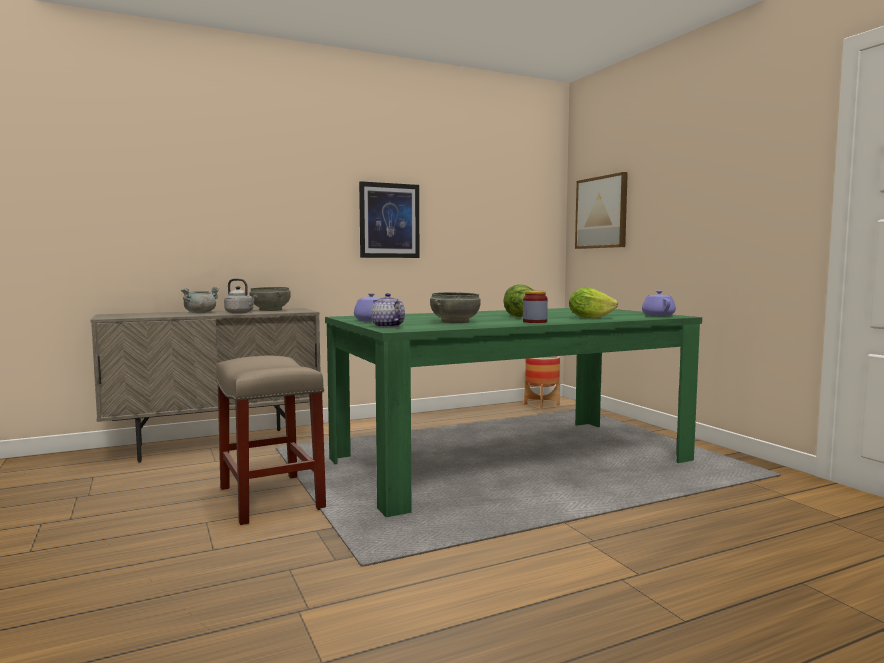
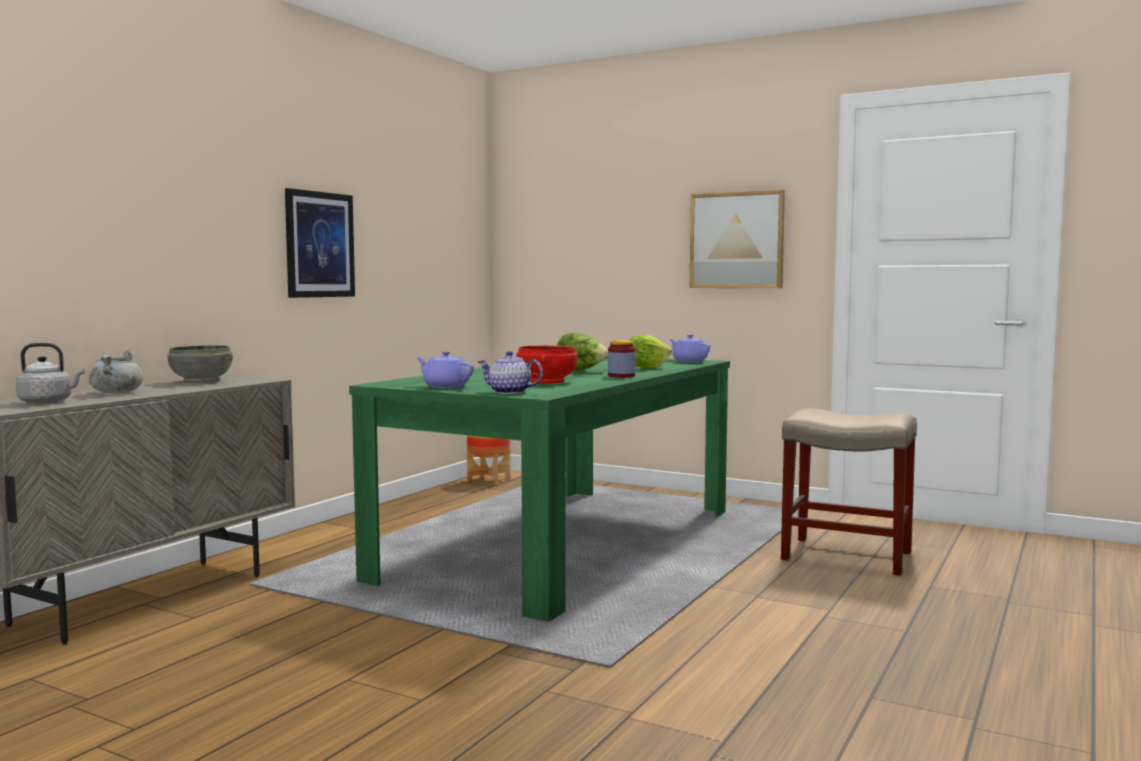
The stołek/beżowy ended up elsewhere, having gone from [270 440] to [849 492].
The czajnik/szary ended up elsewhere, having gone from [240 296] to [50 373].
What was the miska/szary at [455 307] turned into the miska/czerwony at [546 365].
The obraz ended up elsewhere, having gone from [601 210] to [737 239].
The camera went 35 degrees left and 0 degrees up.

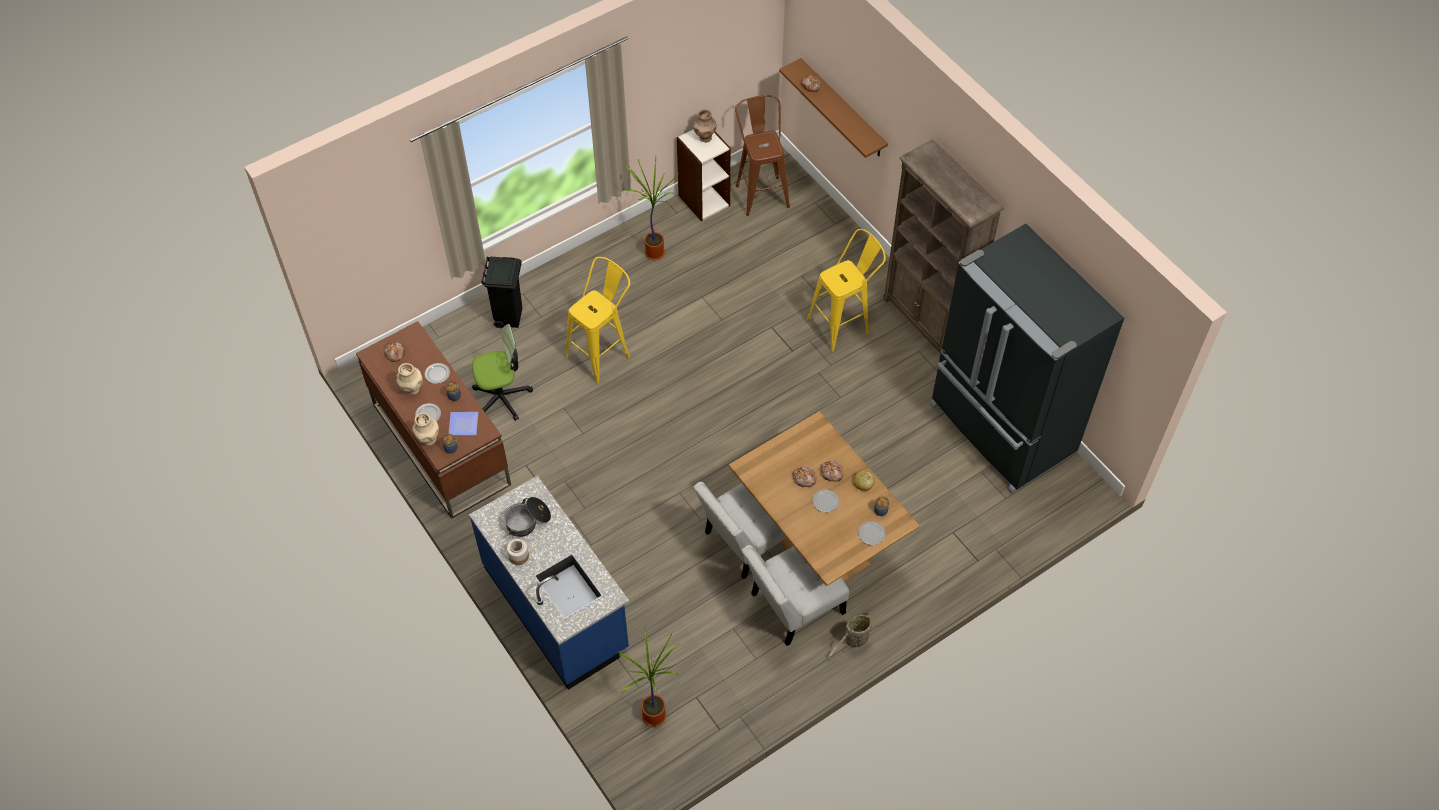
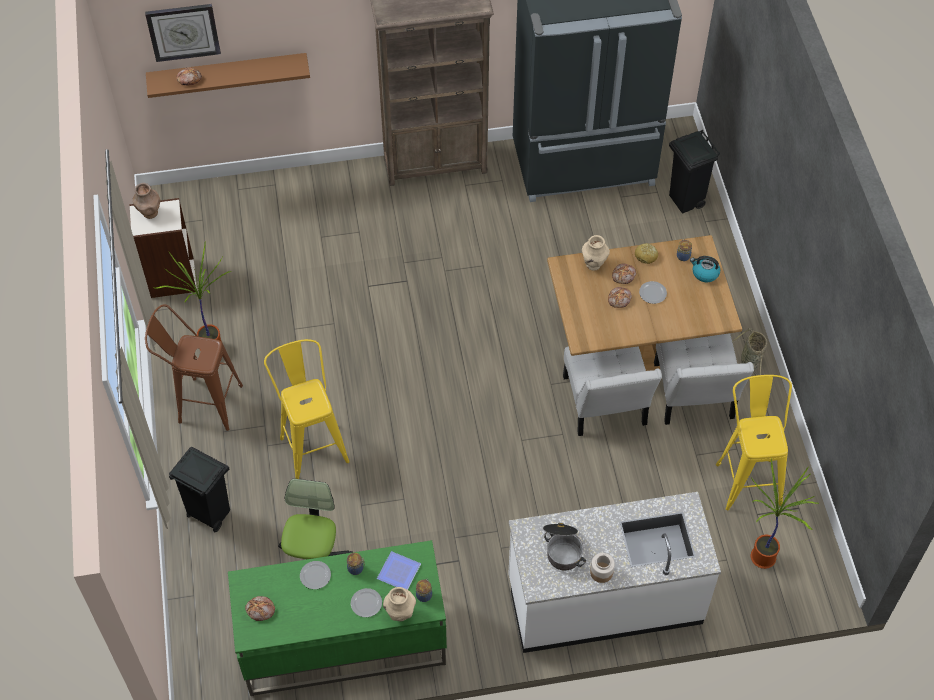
What was the biurko/brązowy at [433 420] turned into the biurko/zielony at [337 618].
The wazon/beżowy ended up elsewhere, having gone from [409 379] to [596 253].
What was the zabudowa kuchenna/niebieski at [549 583] turned into the zabudowa kuchenna/biały at [614 572].
The stołek/brązowy ended up elsewhere, having gone from [762 155] to [194 367].
The stołek/żółty ended up elsewhere, having gone from [846 290] to [754 442].
Where the talerz stood at [872 533], the czajnik came to stand at [705 269].
The second view gained the zegar ścienny at [183 33].
The second view gained the kosz na śmieci/czarny at [694 171].
The camera went 65 degrees left and 0 degrees up.

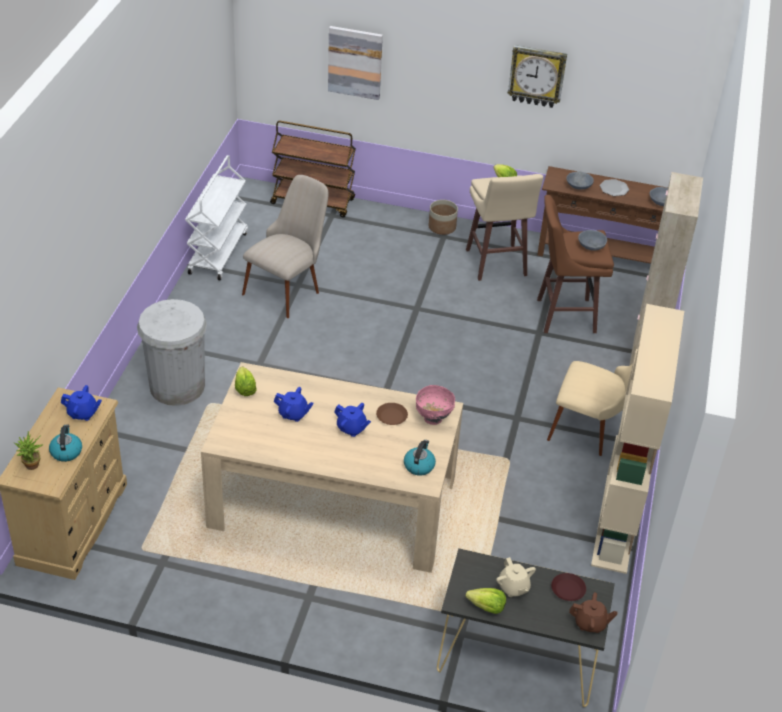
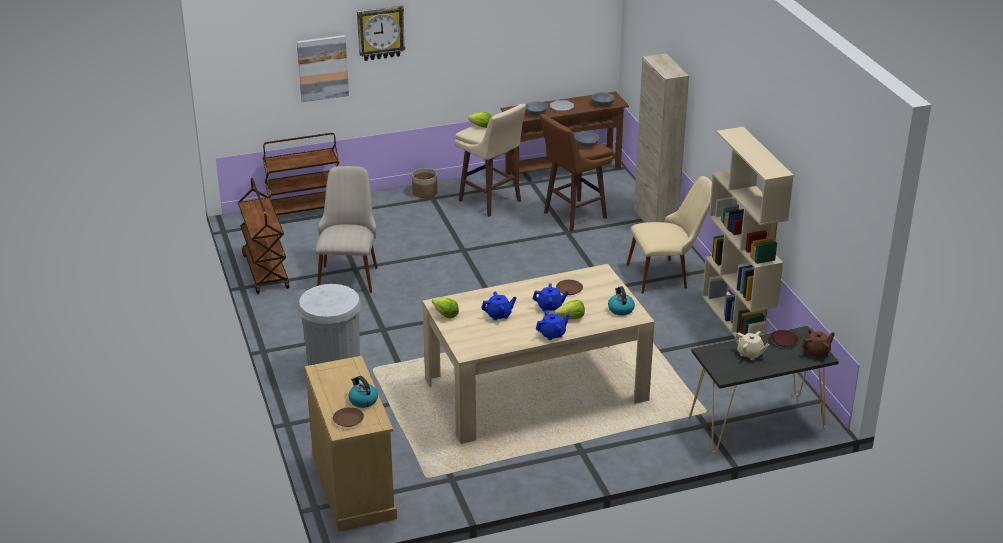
Where the roślina doniczkowa stood at [29 450], the talerz/brązowy came to stand at [348 417].
The imbryk/niebieski ended up elsewhere, having gone from [81 403] to [553 325].
What was the wózek/biały at [216 218] turned into the wózek/brązowy at [263 236].
The second view lost the miska/różowy at [435 405].
The sałata ended up elsewhere, having gone from [485 601] to [569 309].
The zegar ścienny ended up elsewhere, having gone from [537 76] to [381 33].
The camera went 30 degrees left and 10 degrees down.

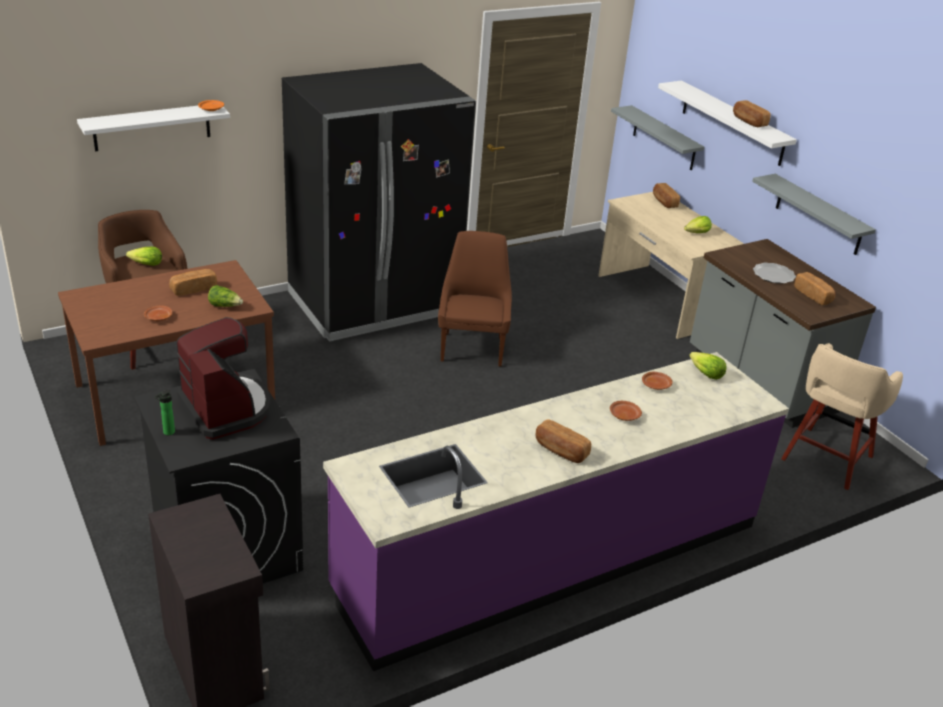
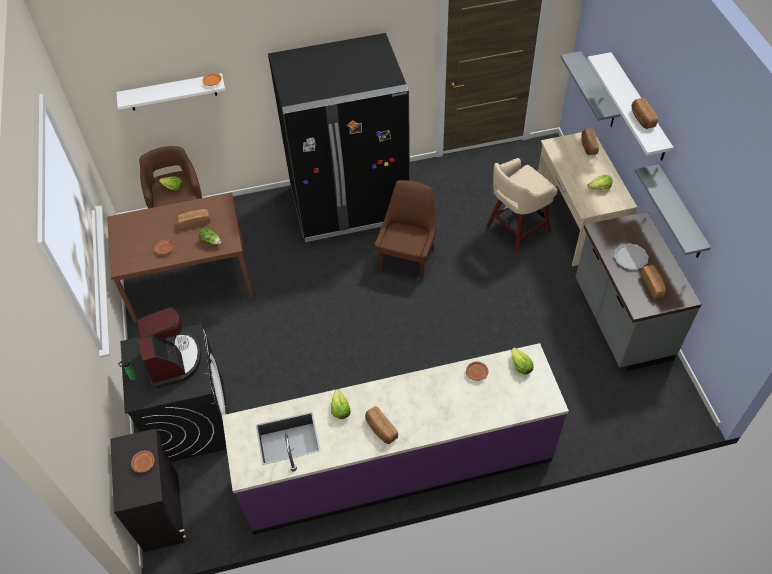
The talerz/brązowy ended up elsewhere, having gone from [626 411] to [143 462].
The stołek/beżowy ended up elsewhere, having gone from [842 416] to [522 206].
The second view gained the sałata at [341 404].
The camera went 20 degrees right and 20 degrees up.

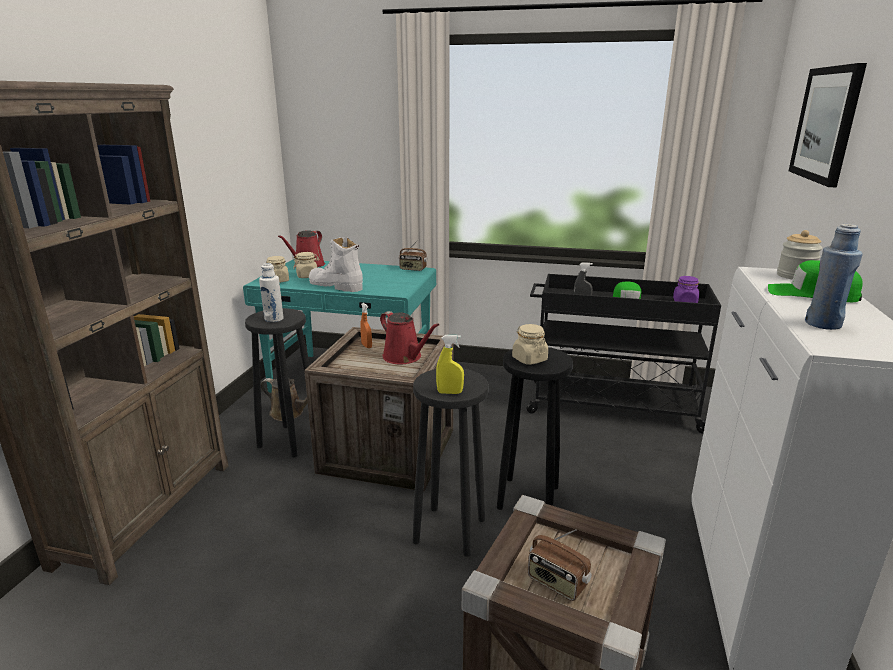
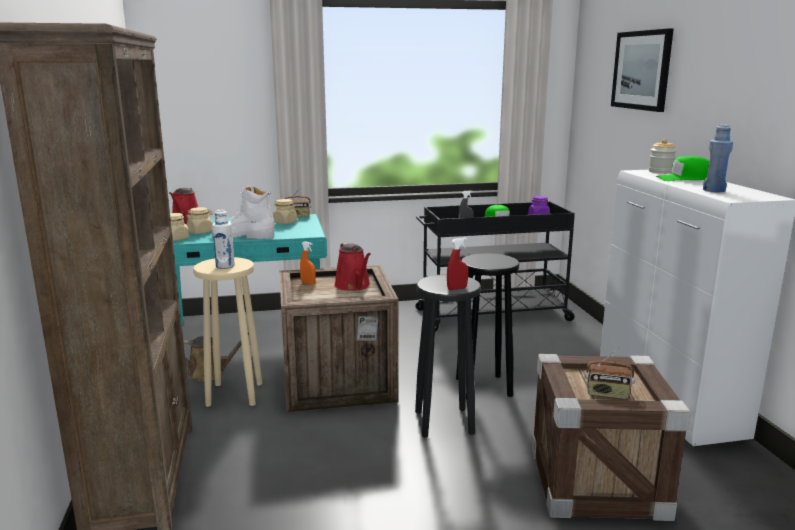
What was the stołek/czarny at [277 382] turned into the stołek/beżowy at [227 332].
The konewka/czerwony at [410 337] ended up facing another way, 45 degrees clockwise from before.
What was the spryskiwacz/żółty at [450 364] turned into the spryskiwacz/czerwony at [457 264].
The słoik/beżowy ended up elsewhere, having gone from [530 344] to [285 211].
The camera went 25 degrees left and 5 degrees down.

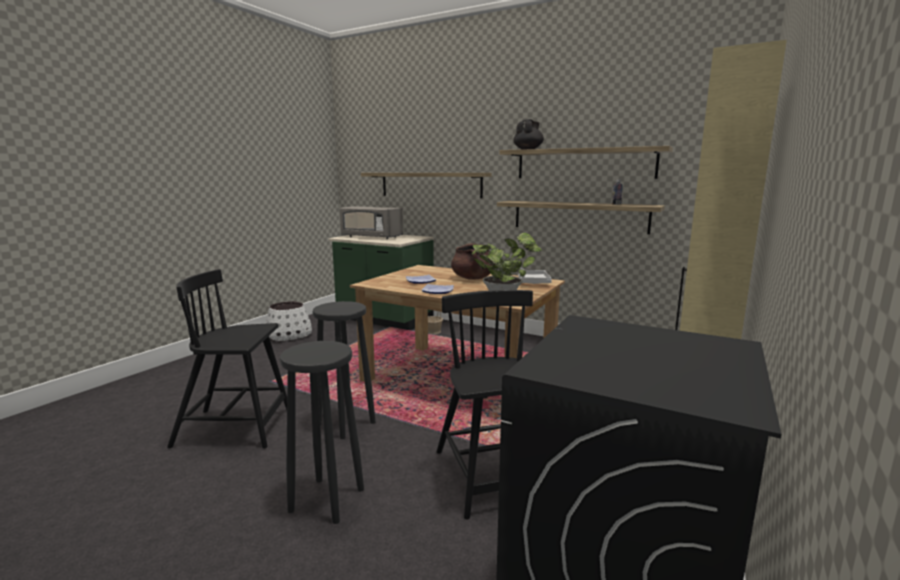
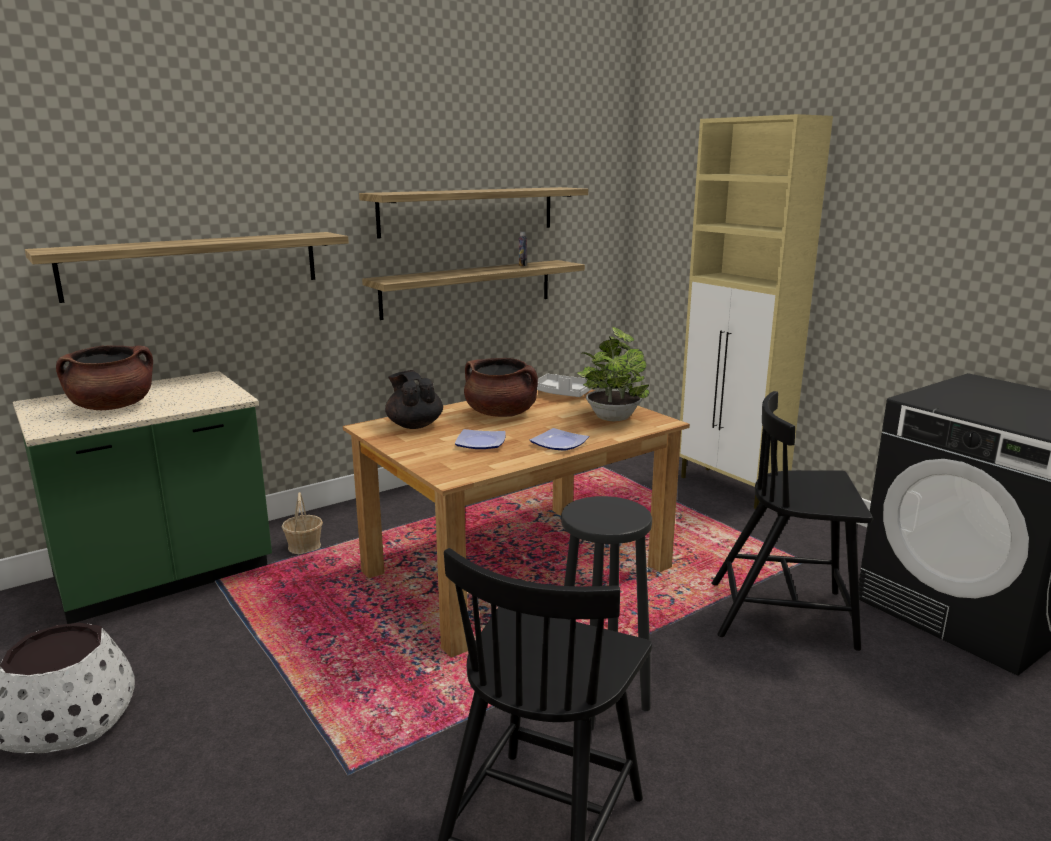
The second view lost the stołek/czarny at [322 432].
Where the mikrofalówka/szary stood at [371 222], the garnek/brązowy came to stand at [104 377].
The imbryk/czarny ended up elsewhere, having gone from [528 134] to [414 399].
The camera went 65 degrees left and 5 degrees up.

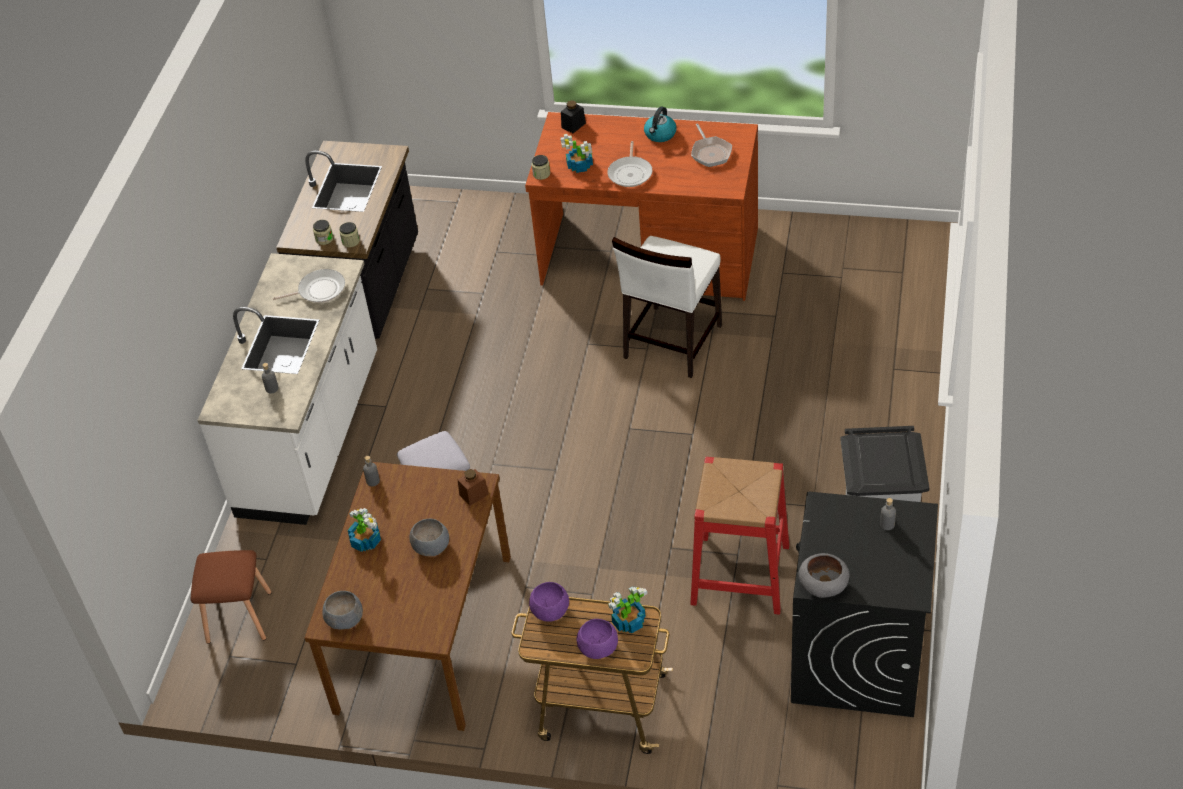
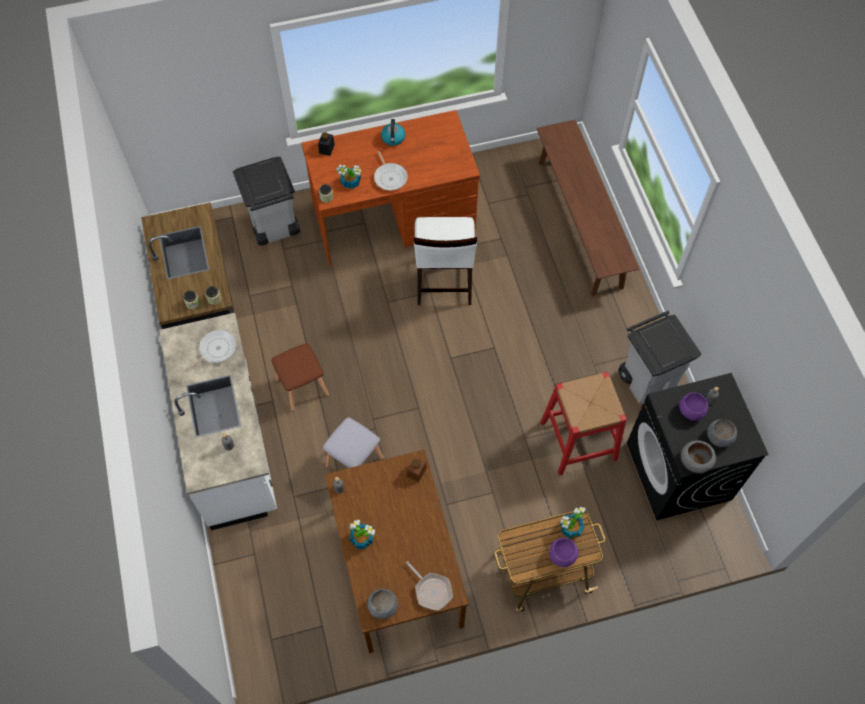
The stołek/brązowy ended up elsewhere, having gone from [231 597] to [300 377].
The miska/szary ended up elsewhere, having gone from [429 537] to [722 433].
The miska/fioletowy ended up elsewhere, having gone from [549 602] to [693 406].
The patelnia ended up elsewhere, having gone from [711 145] to [429 586].
The second view gained the kosz na śmieci/szary at [266 201].
The second view gained the ławka/brązowy at [588 208].
The camera went 30 degrees left and 15 degrees up.

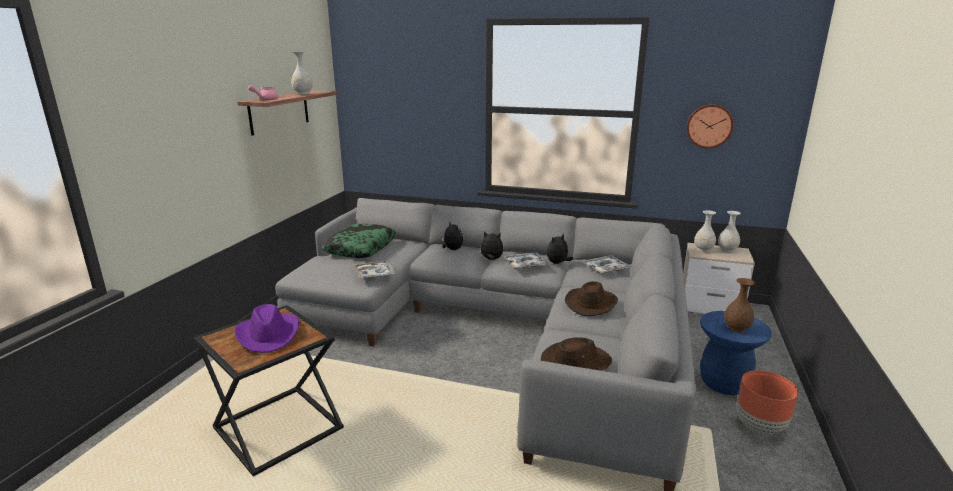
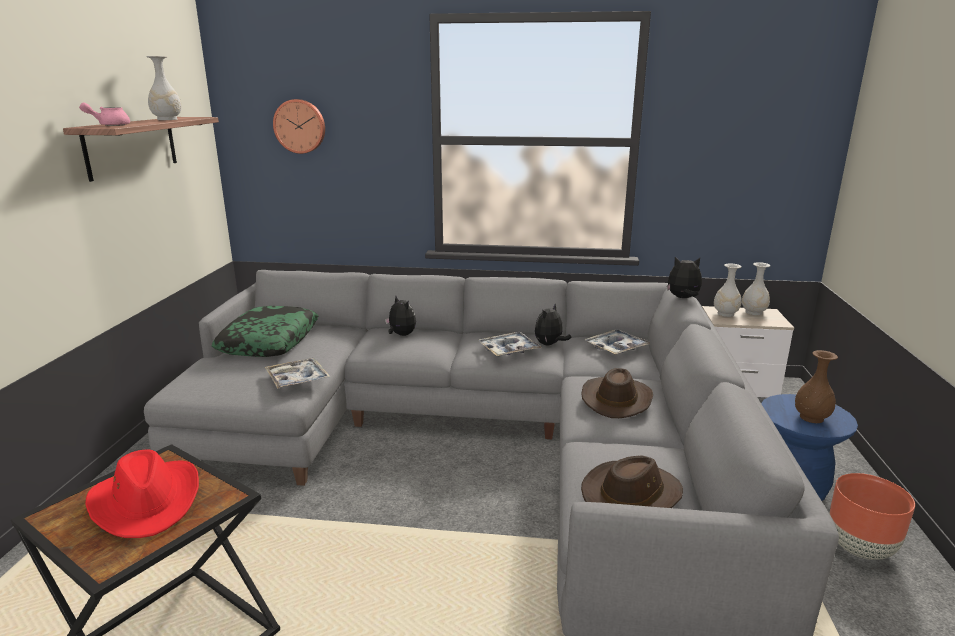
What was the kapelusz/fioletowy at [266 328] turned into the kapelusz/czerwony at [142 494].
The pluszak ended up elsewhere, having gone from [490 245] to [684 277].
The zegar ścienny ended up elsewhere, having gone from [709 126] to [299 126].
The camera went 10 degrees left and 0 degrees up.

